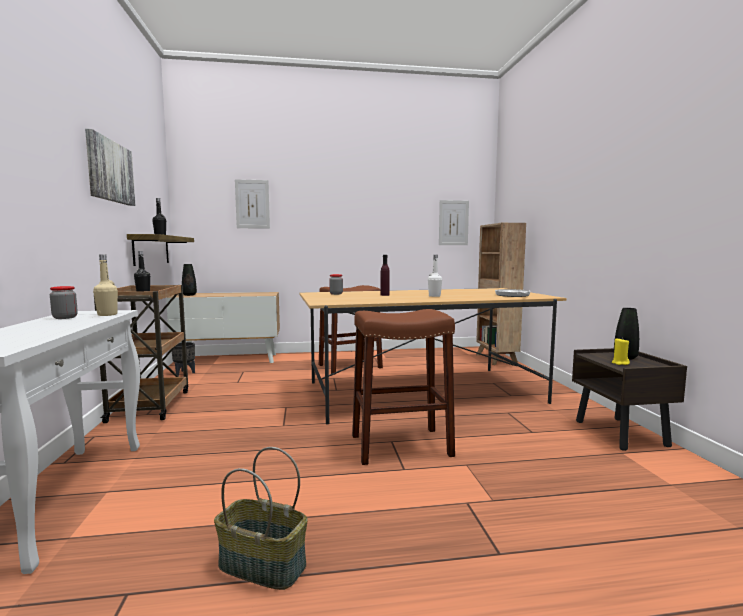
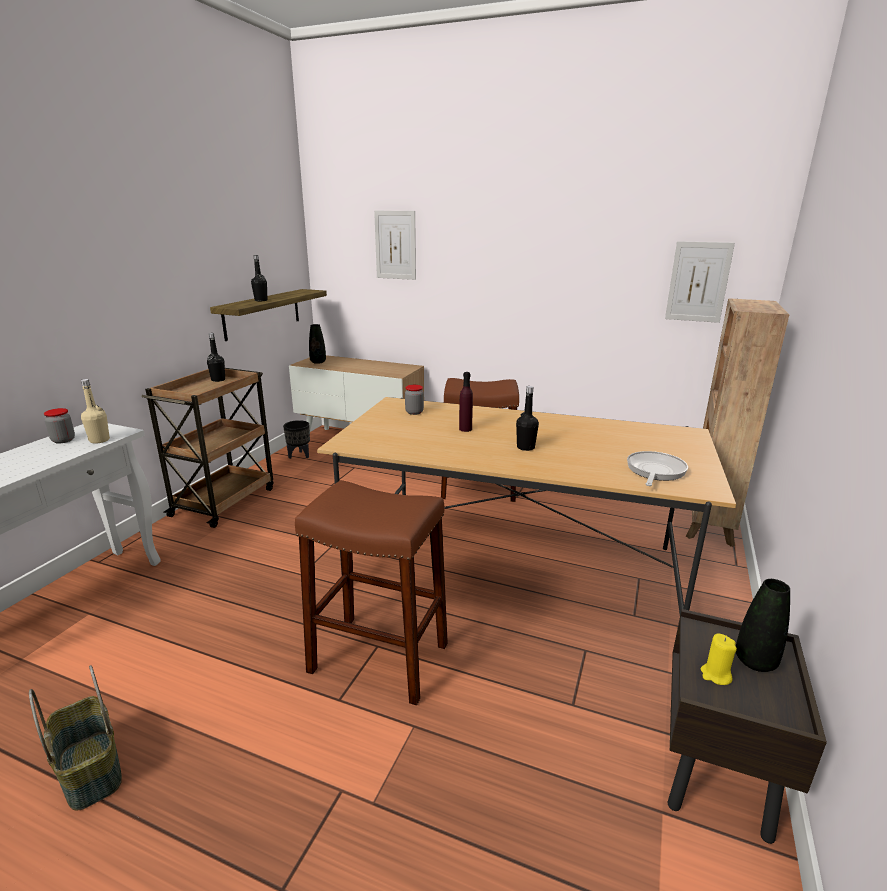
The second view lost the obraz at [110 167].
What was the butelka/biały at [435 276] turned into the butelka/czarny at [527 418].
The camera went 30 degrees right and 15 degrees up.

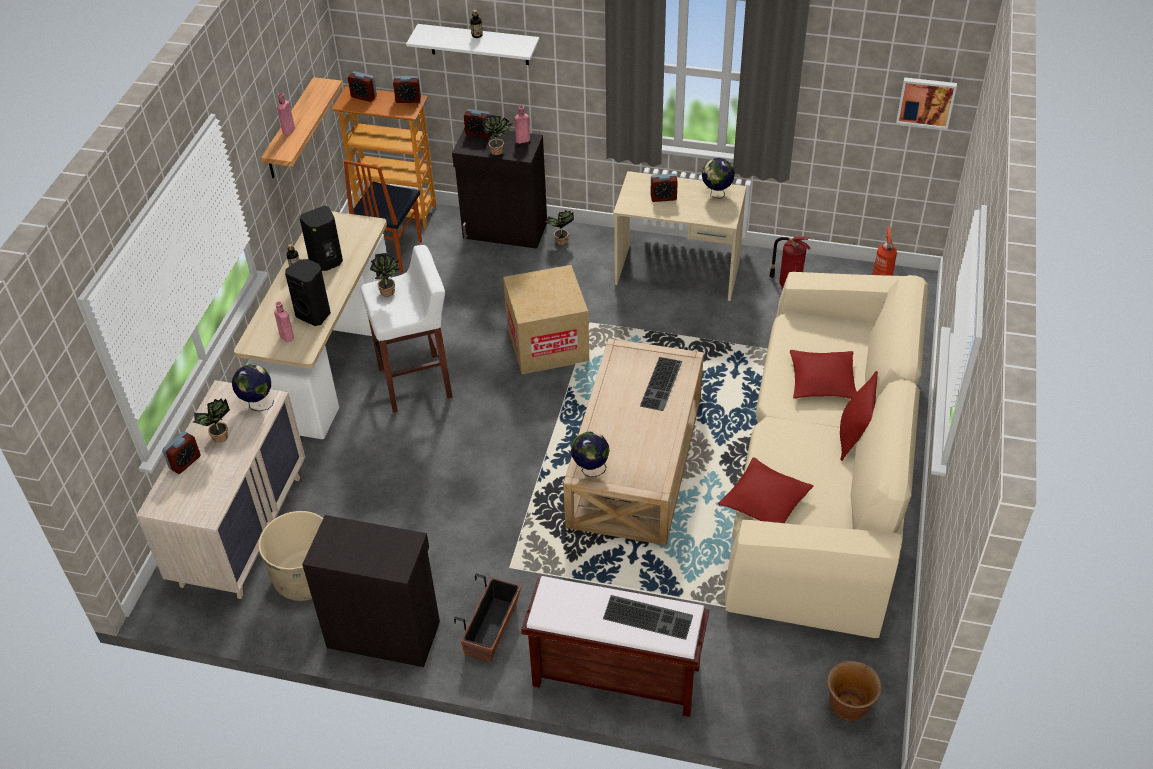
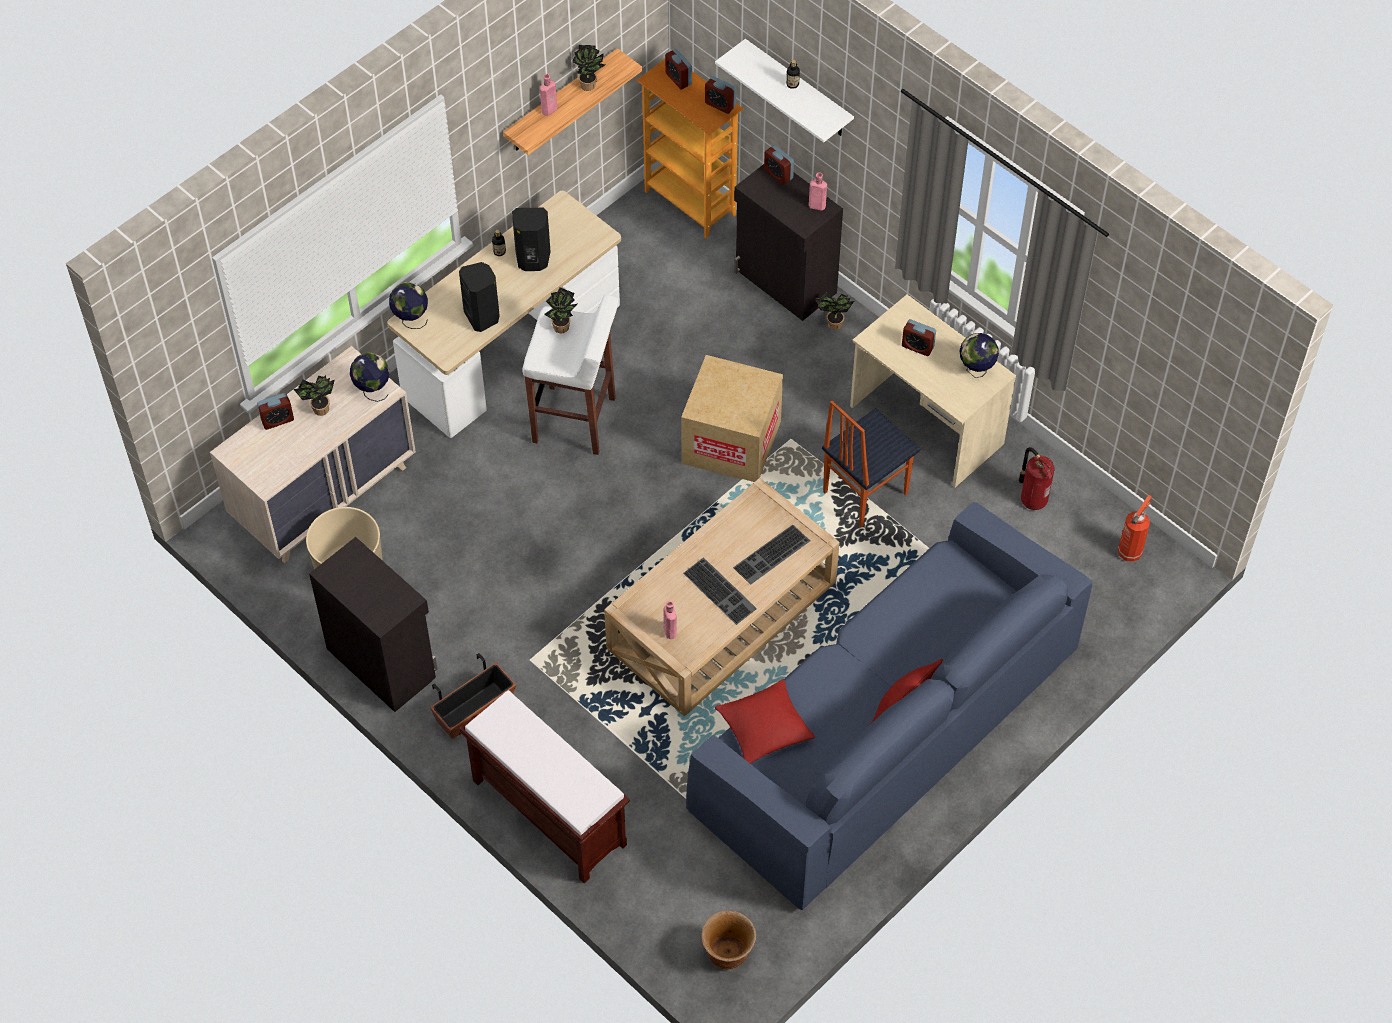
The butelka/różowy ended up elsewhere, having gone from [284 321] to [670 620].
The krzesło ended up elsewhere, having gone from [383 216] to [871 464].
The roślina doniczkowa ended up elsewhere, having gone from [497 135] to [588 68].
The globus ended up elsewhere, having gone from [590 454] to [408 305].
The klawiatura ended up elsewhere, having gone from [648 617] to [720 591].
What was the kanapa/beżowy at [826 455] turned into the kanapa/niebieski at [889 706].
The second view lost the poduszka/czerwony at [823 374].
The second view lost the obraz at [926 103].
The camera went 30 degrees right and 10 degrees up.

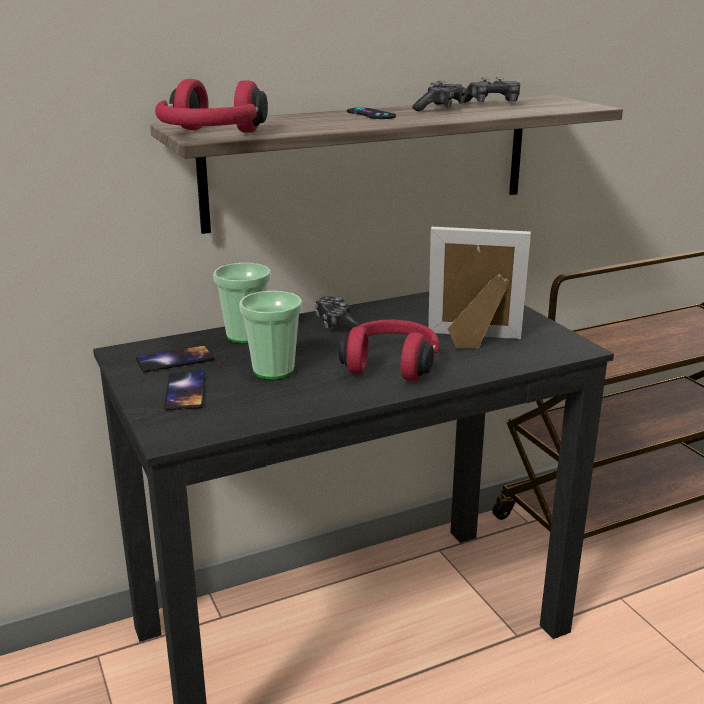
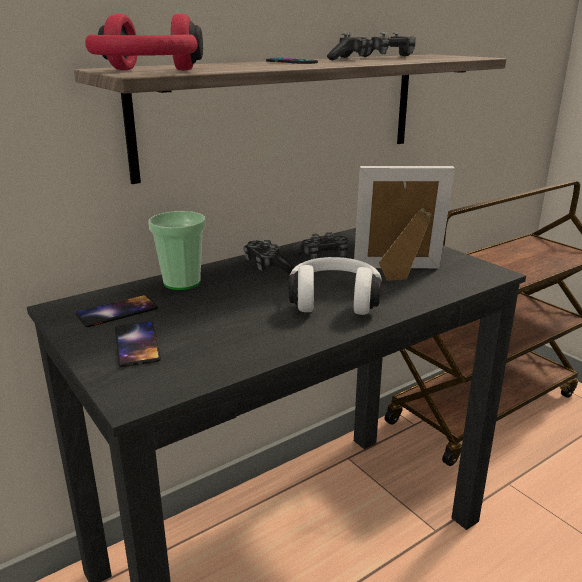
The second view lost the filiżanka at [270 335].
What was the słuchawki/czerwony at [389 350] turned into the słuchawki/biały at [335 286].
The second view gained the pad do gier at [320 245].
The camera went 10 degrees left and 0 degrees up.

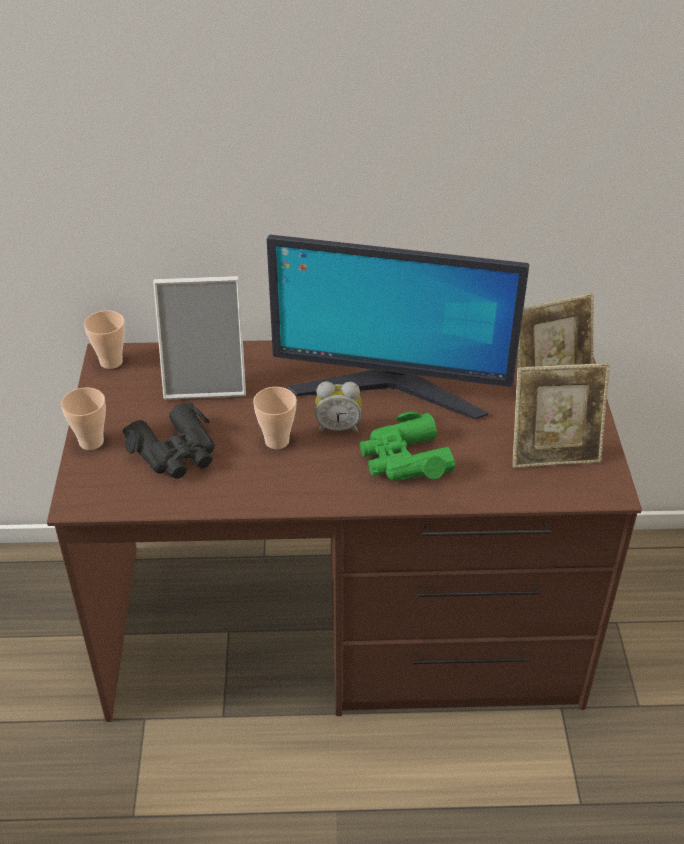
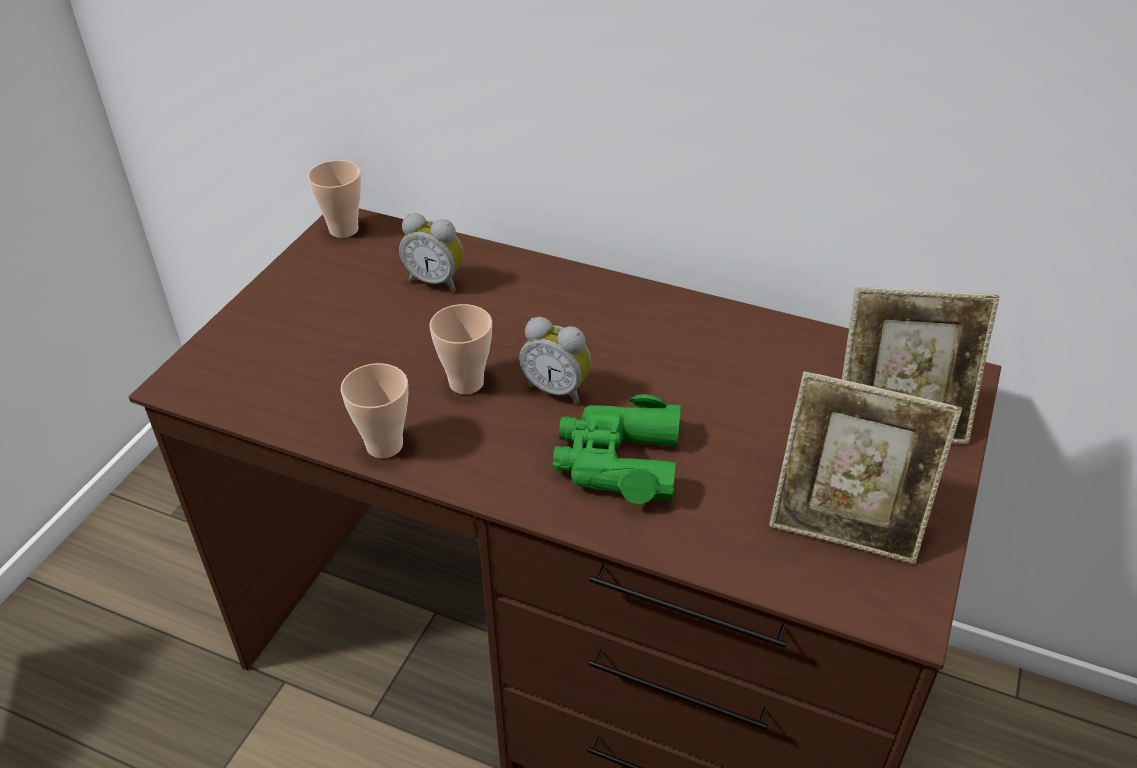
The filiżanka ended up elsewhere, having gone from [83 418] to [374 410].
The second view lost the lornetka/czarny at [169 441].
Where the ramka na zdjęcie stood at [199 338], the budzik came to stand at [431 252].
The second view lost the monitor at [398 327].
The camera went 25 degrees right and 0 degrees up.

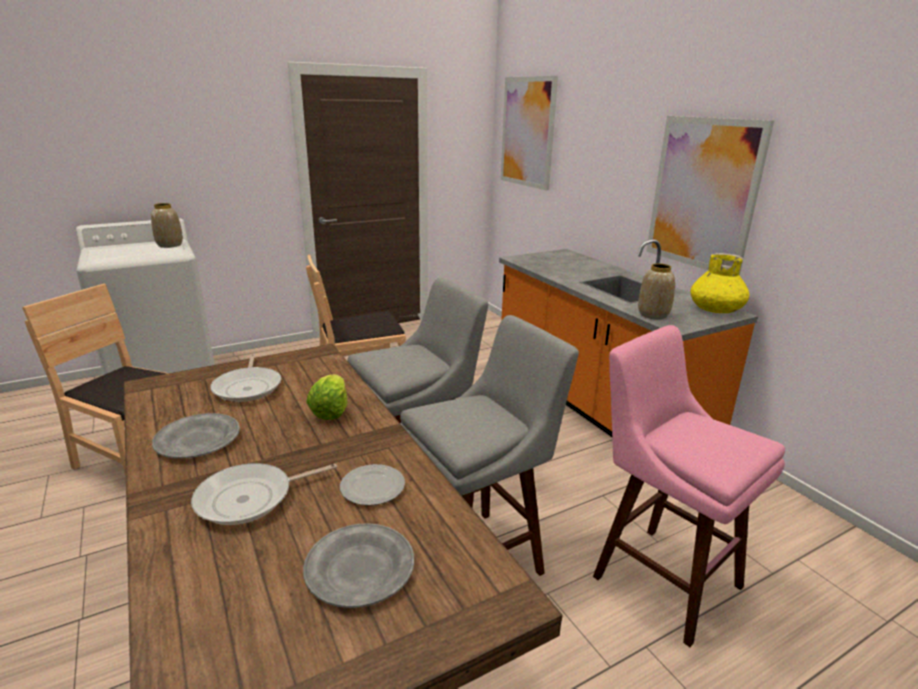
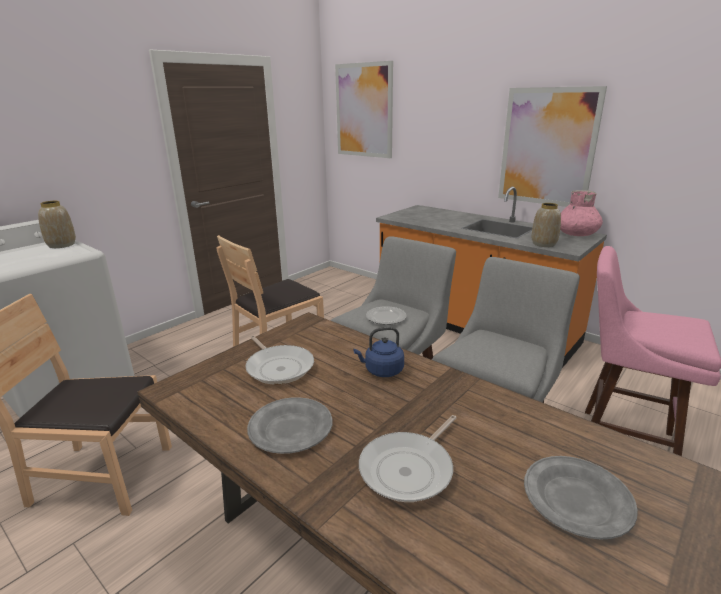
Where the sałata stood at [327 397], the czajnik/niebieski came to stand at [379 352].
The talerz ended up elsewhere, having gone from [372 484] to [386 315].
What was the wazon/żółty at [720 283] turned into the wazon/różowy at [581 213].
The camera went 20 degrees left and 0 degrees up.

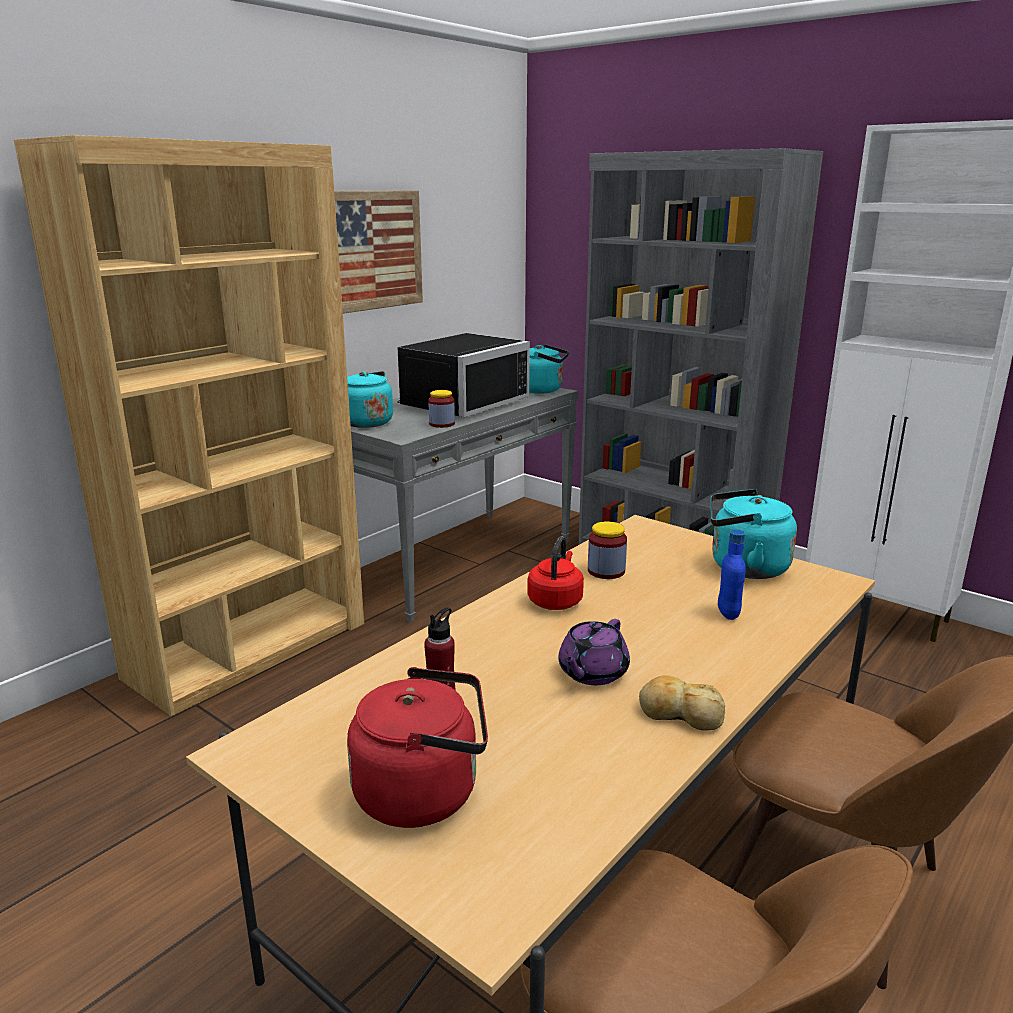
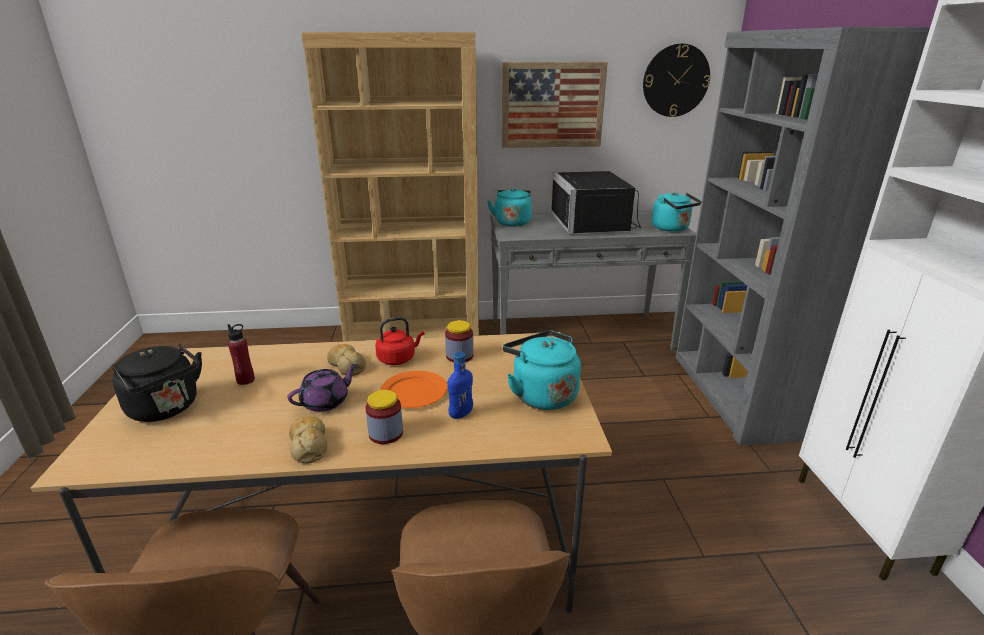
What was the czajnik/czerwony at [417 747] turned into the czajnik/czarny at [157 382].
The mikrofalówka/czarny at [463 375] ended up facing another way, 90 degrees clockwise from before.
The słoik ended up elsewhere, having gone from [441 409] to [384 417].
The imbryk/fioletowy at [594 652] ended up facing another way, 150 degrees clockwise from before.
The second view gained the chleb at [346 360].
The second view gained the talerz/pomarańczowy at [413 389].
The second view gained the zegar ścienny at [676 80].
The camera went 45 degrees right and 5 degrees up.

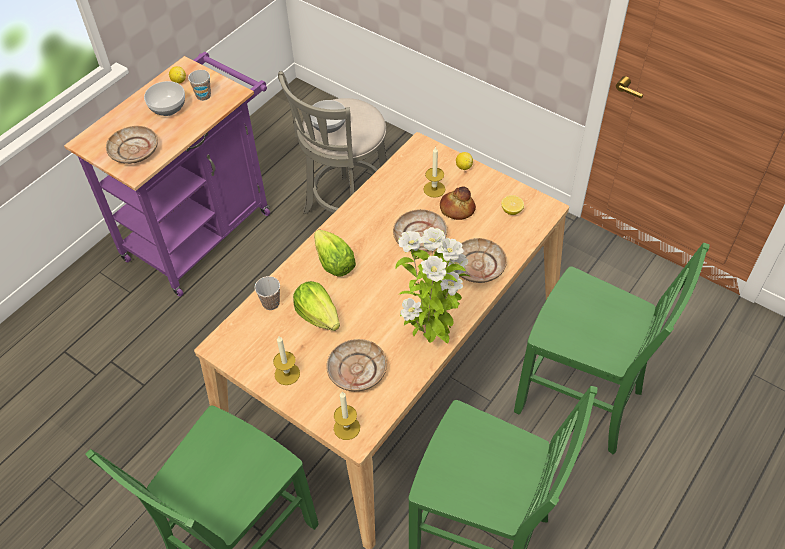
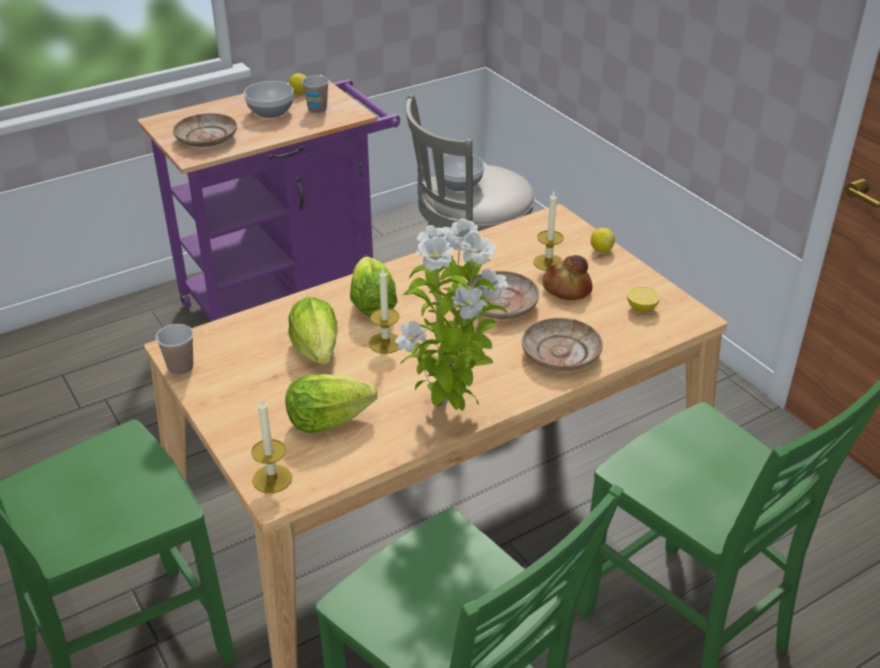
The filiżanka ended up elsewhere, having gone from [267 293] to [174 349].
The świeca ended up elsewhere, having gone from [286 360] to [384 311].
Where the talerz/beżowy stood at [356 365], the sałata came to stand at [331 403].
The camera went 20 degrees right and 15 degrees down.

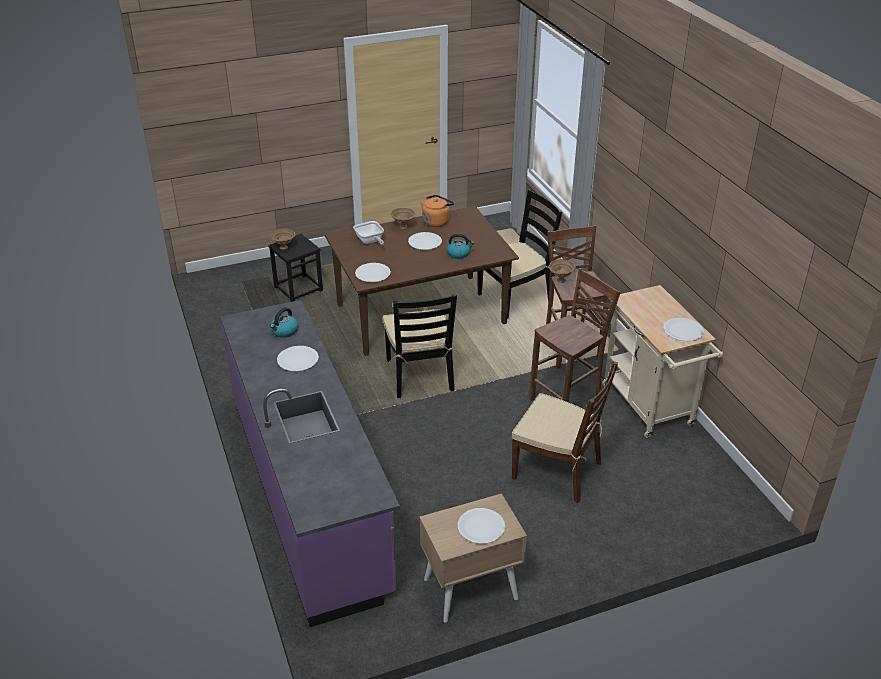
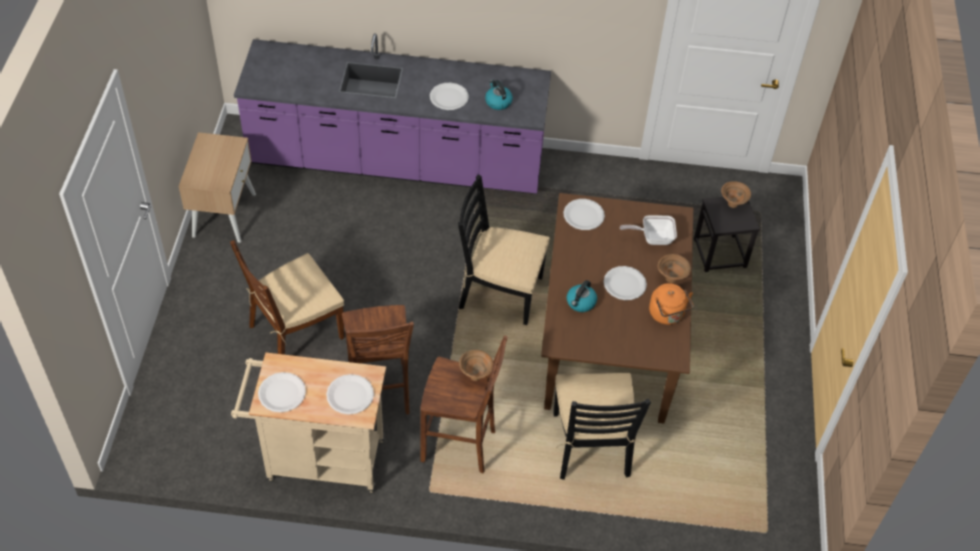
The talerz/biały ended up elsewhere, having gone from [481 526] to [350 394].
The camera went 115 degrees right and 15 degrees up.

